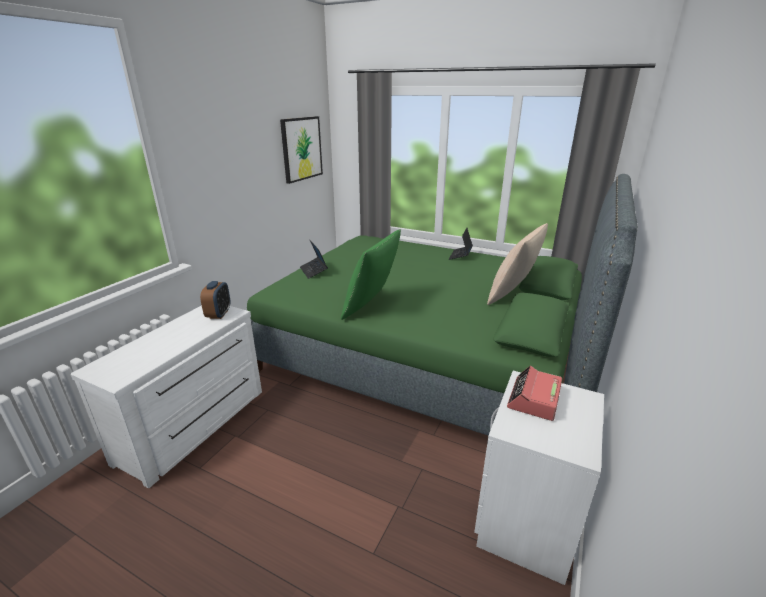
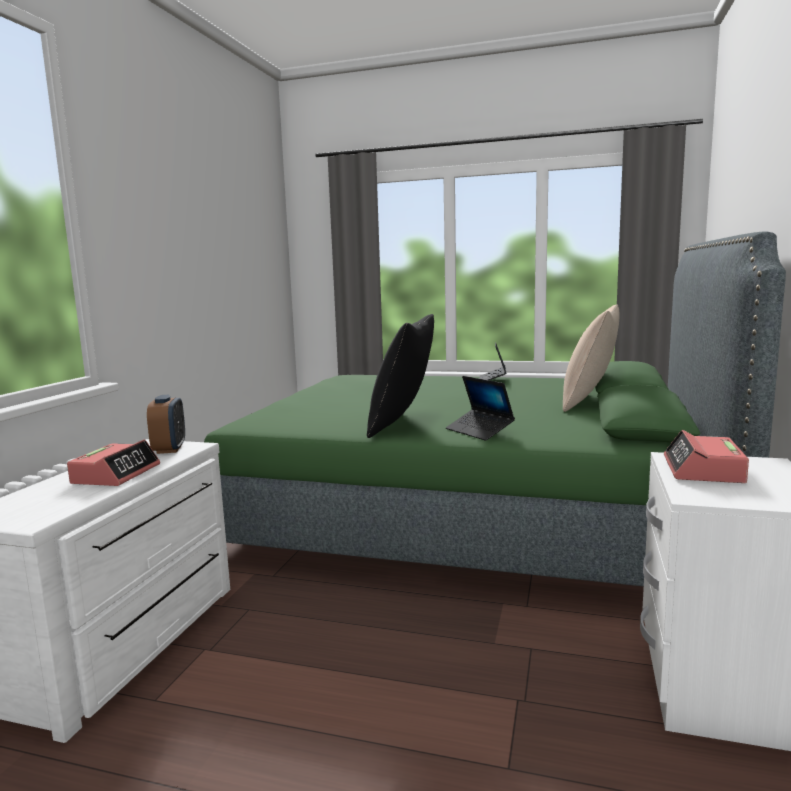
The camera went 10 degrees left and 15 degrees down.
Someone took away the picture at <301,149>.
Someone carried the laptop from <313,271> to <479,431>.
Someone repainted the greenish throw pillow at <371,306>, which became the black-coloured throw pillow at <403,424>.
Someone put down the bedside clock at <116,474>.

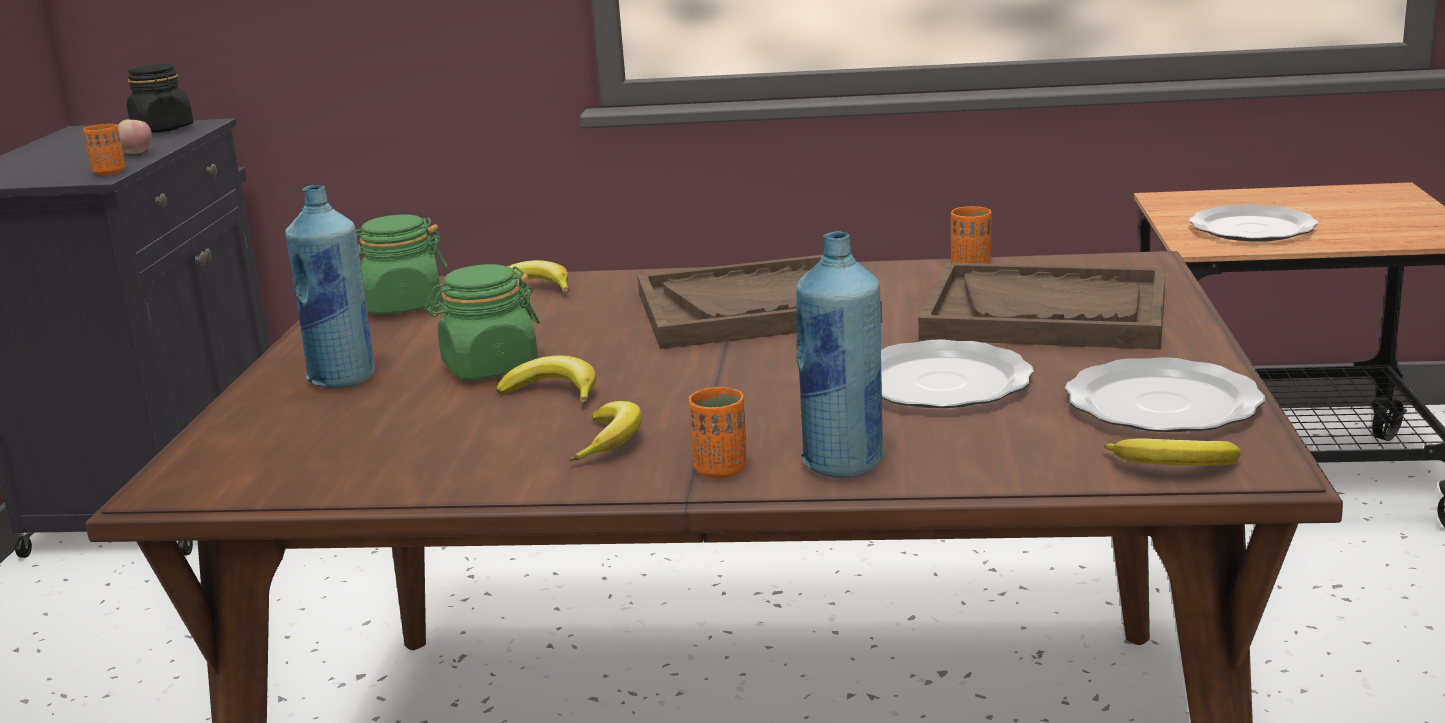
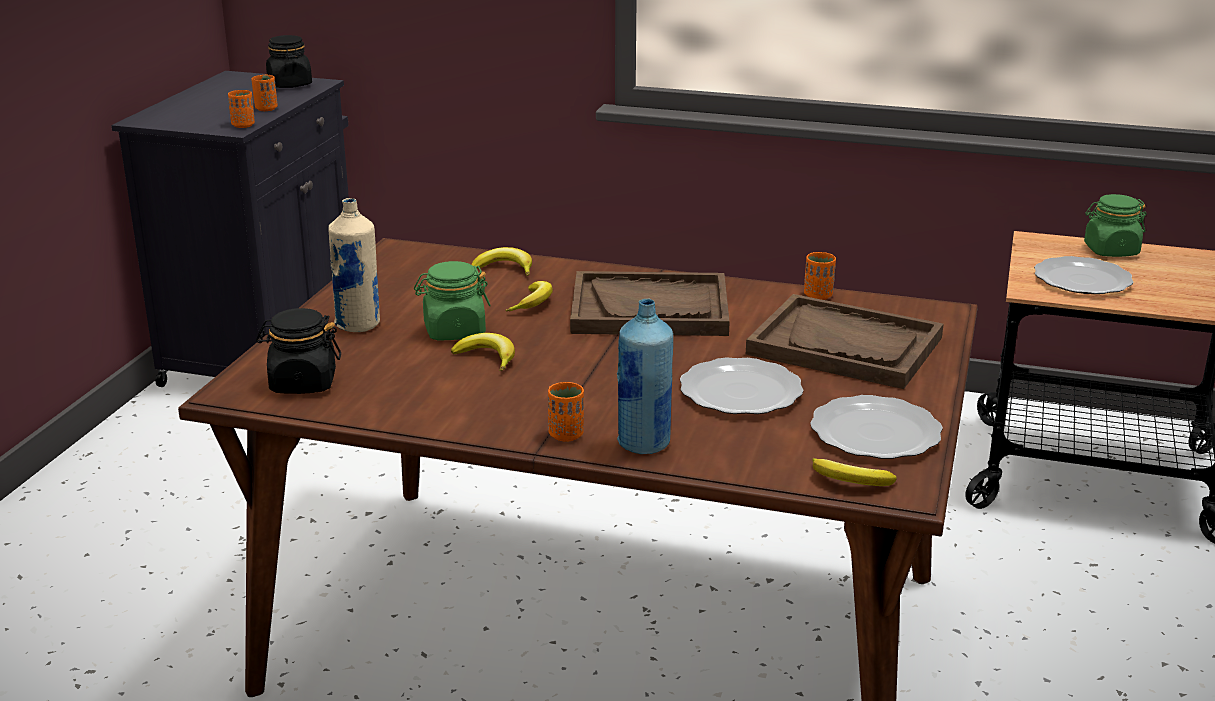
The camera went 10 degrees right and 5 degrees up.
Someone swapped the apple fruit at <137,154> for the orange cup at <266,109>.
Someone repainted the blue bottle at <343,379>, which became the sand-coloured bottle at <358,325>.
Someone carried the greenish storage jar from <403,305> to <1110,251>.
Someone carried the banana fruit from <611,441> to <533,303>.
Someone put down the black-coloured storage jar at <302,383>.

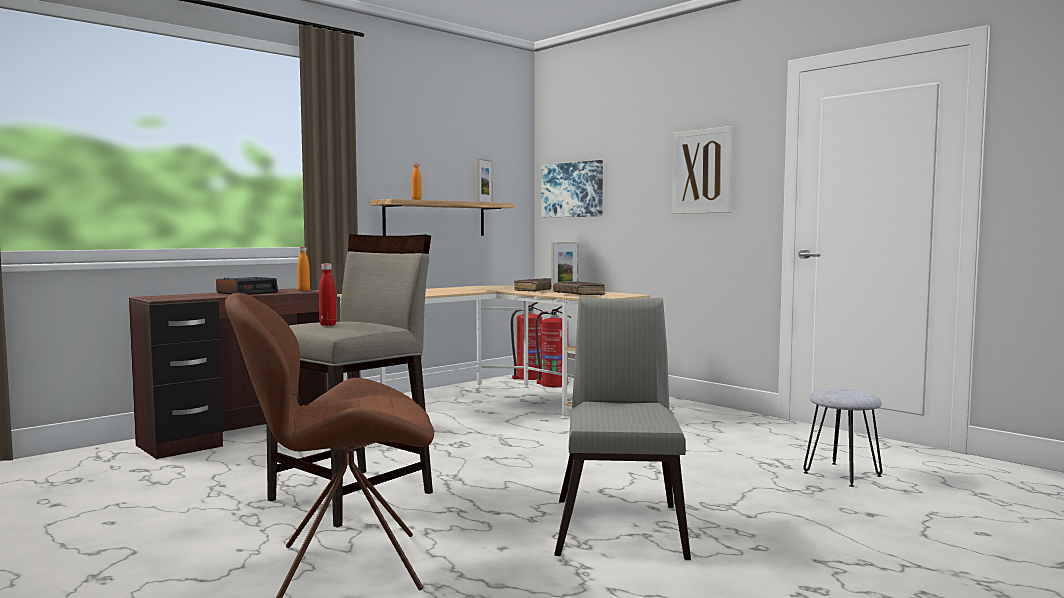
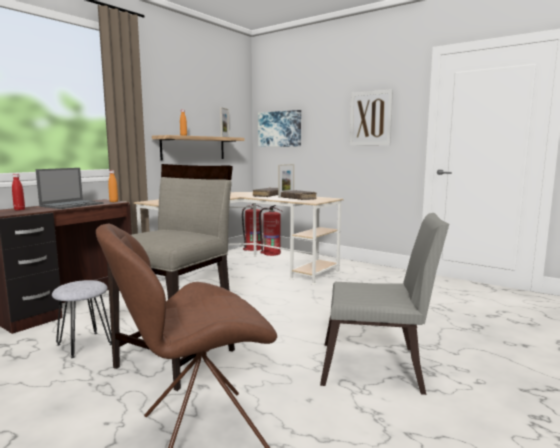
The camera went 10 degrees left and 5 degrees up.
Someone swapped the bedside clock at <247,292> for the laptop at <72,205>.
Someone carried the reddish bottle from <328,325> to <19,210>.
Someone rotated the greyish plain chair at <621,524> by 105 degrees clockwise.
Someone carried the greyish stool from <842,474> to <85,344>.

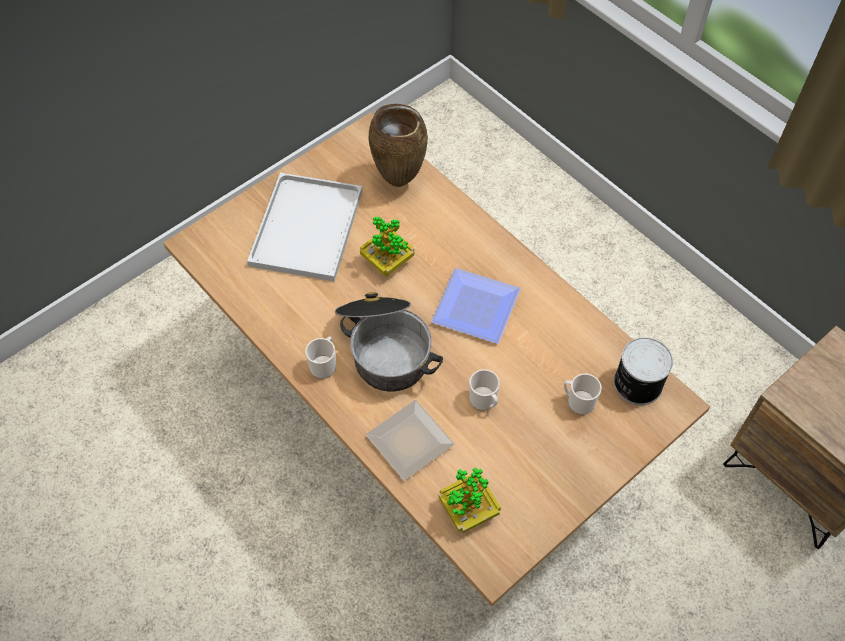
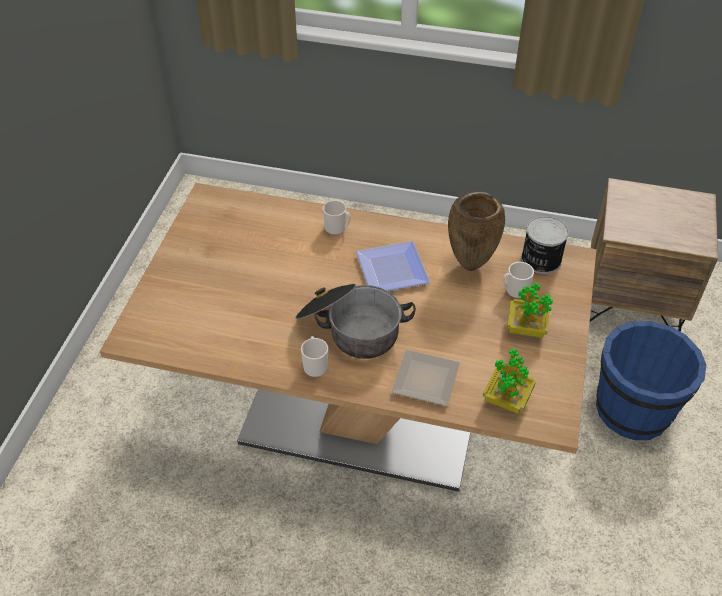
The camera went 35 degrees left and 10 degrees down.
Someone took away the white carrying tray at <306,225>.
Someone carried the houseplant from <387,261> to <526,328>.
Someone carried the brownish decorative vase from <400,181> to <471,265>.
Someone carried the mug from <484,401> to <337,228>.
Someone put down the blue water bucket at <633,409>.

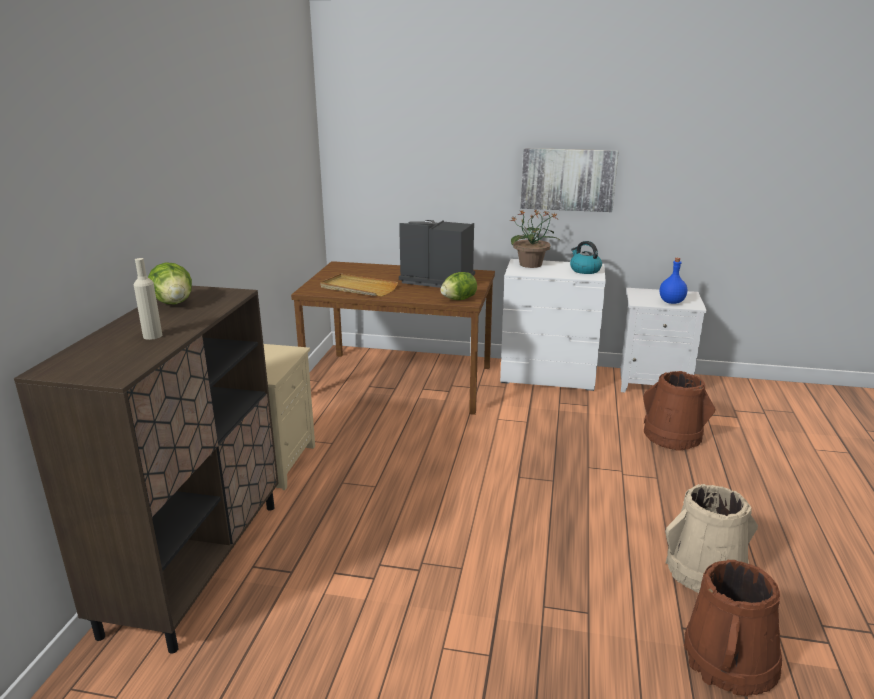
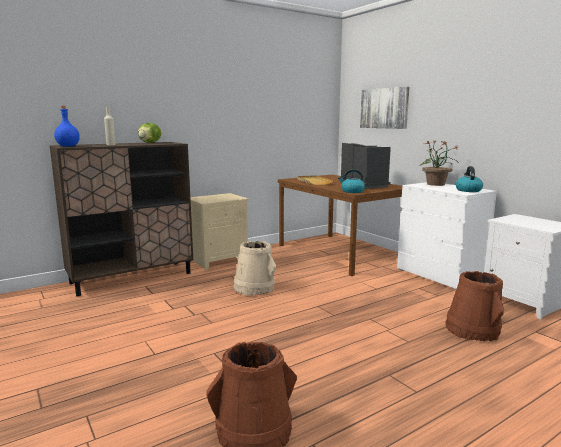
The camera went 45 degrees right and 10 degrees down.
Someone swapped the lettuce head at <458,299> for the kettle at <352,191>.
Someone carried the picture from <568,179> to <384,108>.
Someone carried the blue bottle from <671,302> to <68,146>.
Someone carried the sand-coloured water bucket from <705,571> to <254,288>.

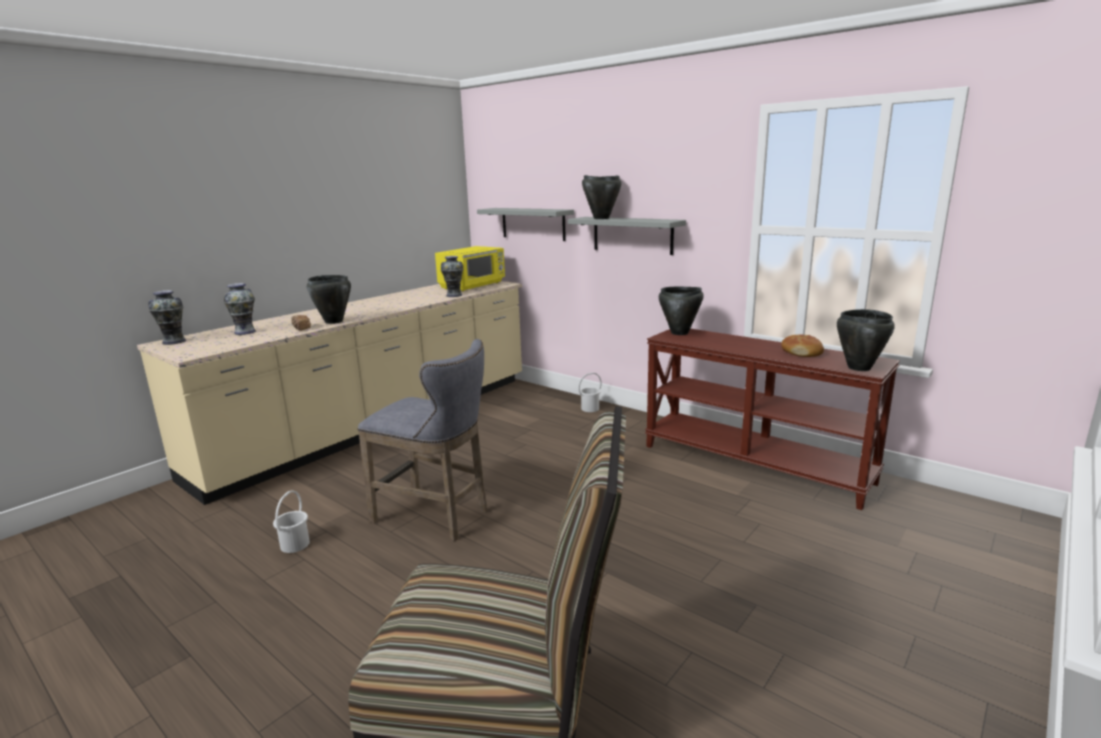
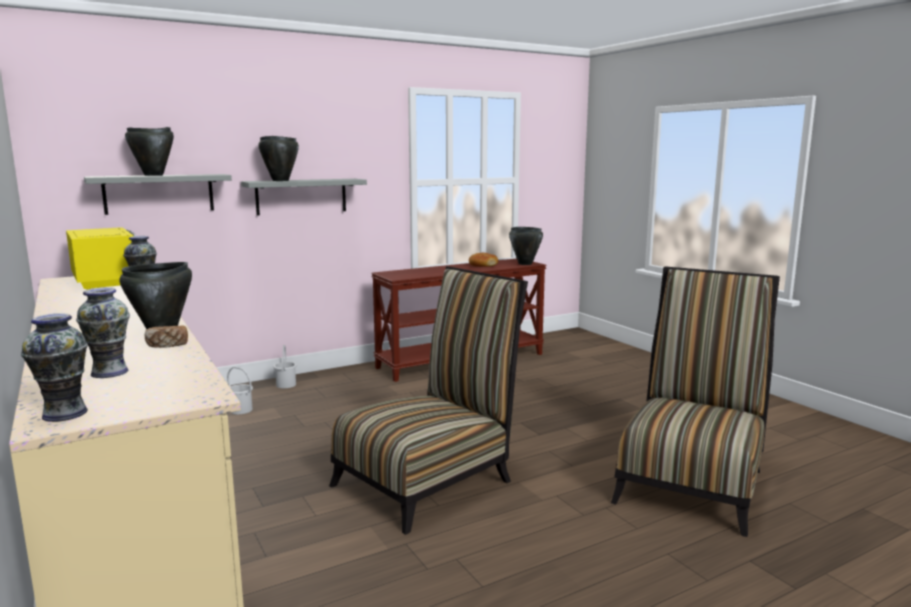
The camera went 70 degrees left and 5 degrees down.
Someone carried the white water bucket from <294,545> to <241,410>.
Someone swapped the greyish stool at <436,516> for the plain chair at <430,479>.
Someone carried the black-coloured saucepot from <680,333> to <154,175>.

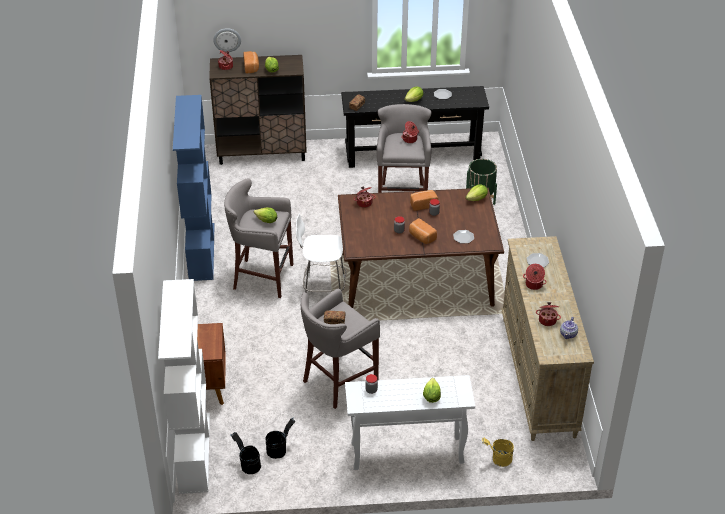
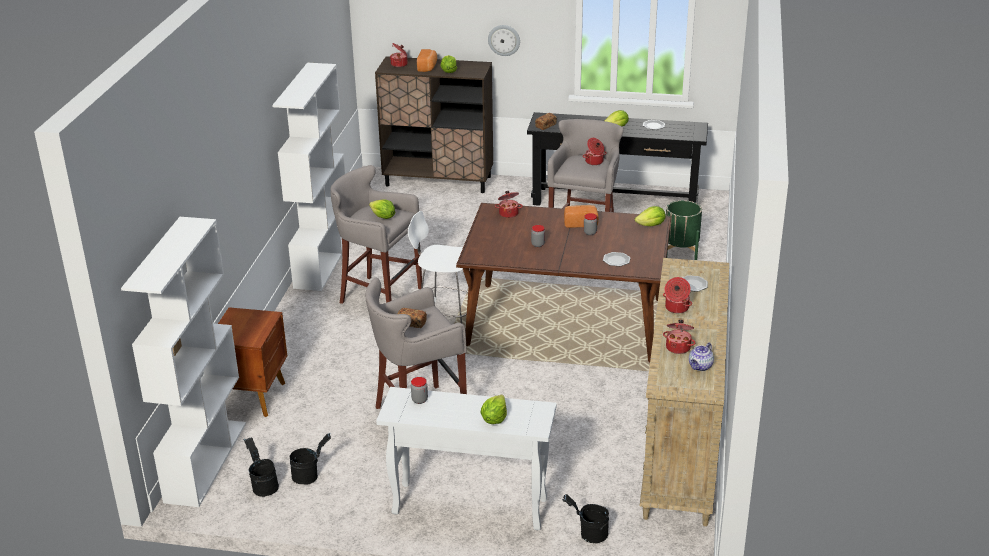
The camera went 15 degrees right and 10 degrees down.
Someone repainted the blue bookcase at <201,251>, which became the white bookcase at <322,262>.
Someone carried the clock on the wall from <227,39> to <504,40>.
Someone took away the bread at <421,237>.
Someone repainted the yellow-coloured water bucket at <498,459>, which became the black-coloured water bucket at <588,534>.

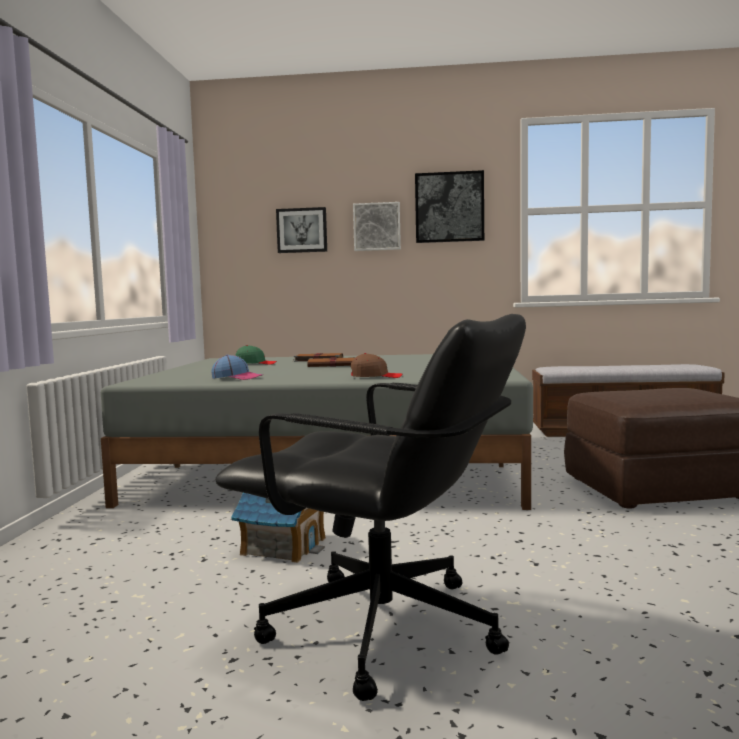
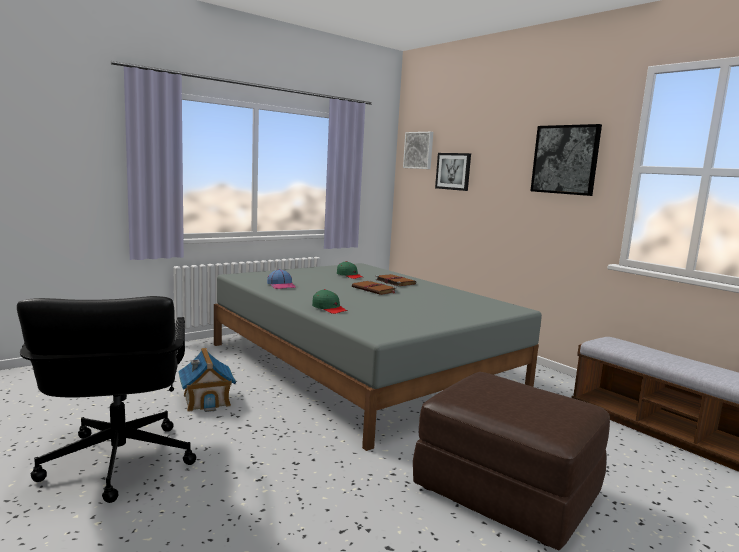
The camera went 45 degrees right and 5 degrees up.
Someone repainted the brownish cap at <375,377>, which became the greenish cap at <329,308>.
Someone carried the picture from <377,227> to <419,150>.

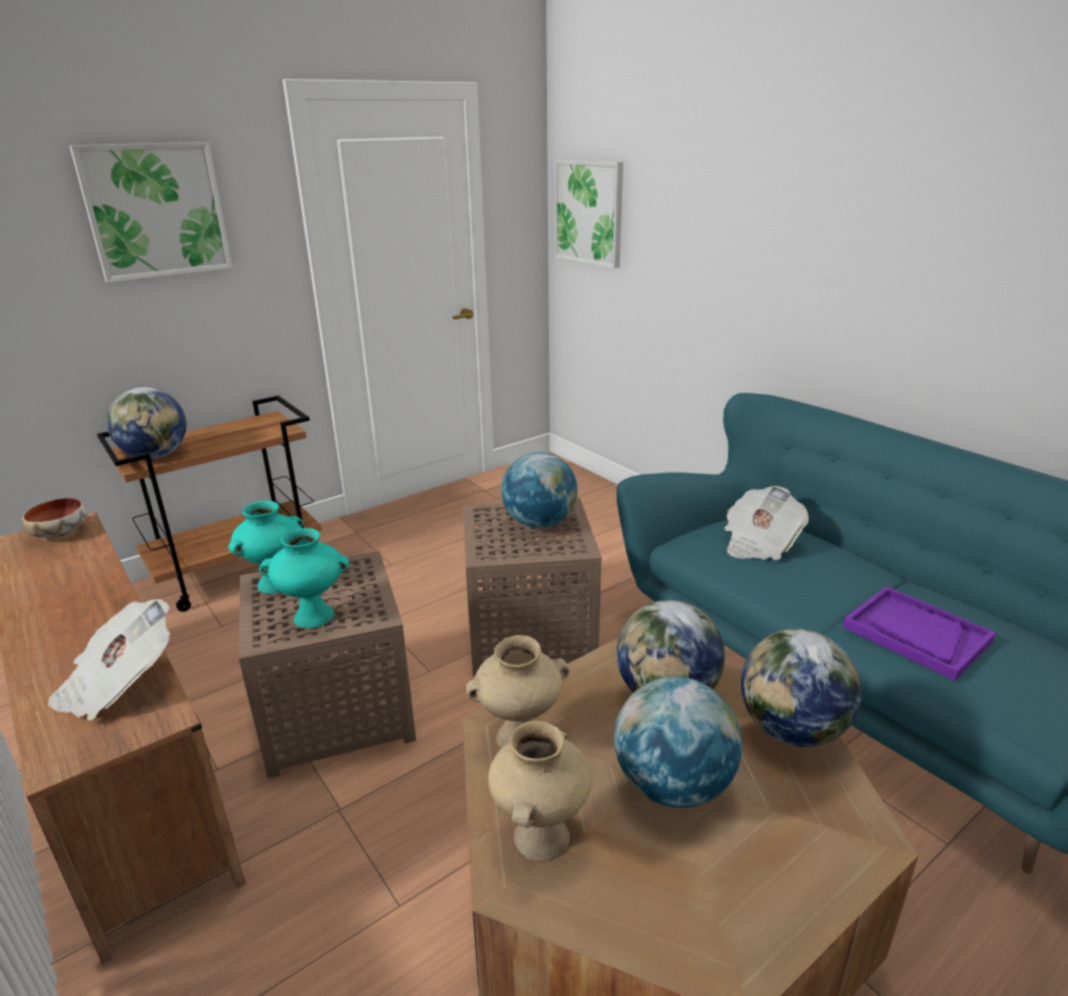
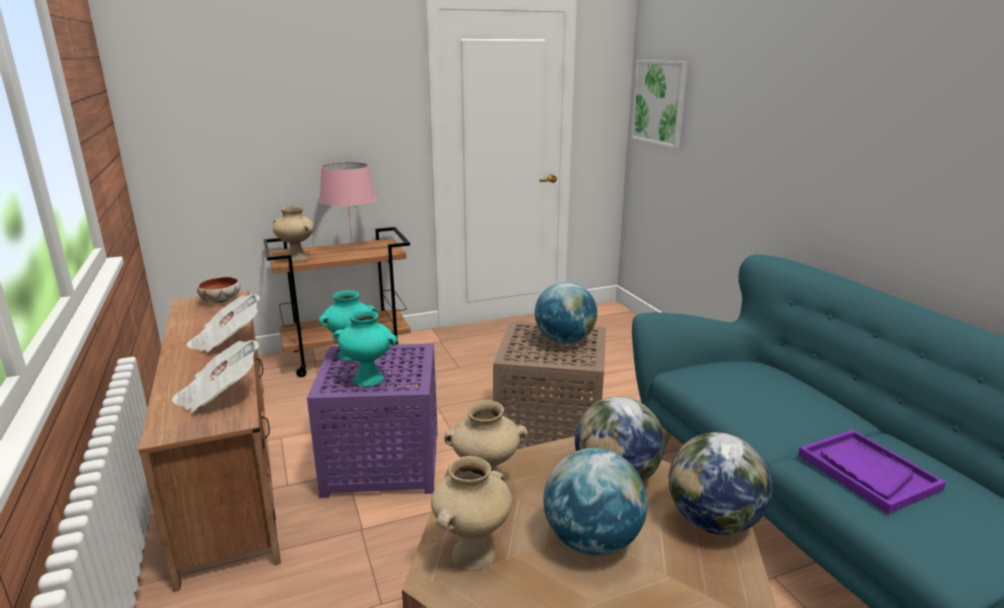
The camera went 15 degrees right and 5 degrees down.
Someone took away the picture at <156,211>.
Someone swapped the globe at <156,456> for the sand-coloured decorative vase at <298,258>.
Someone repainted the brownish accent table at <333,710>, which became the purplish accent table at <381,461>.
Someone carried the daily paper from <759,543> to <226,341>.
Someone put down the pink lamp for a table at <352,248>.

